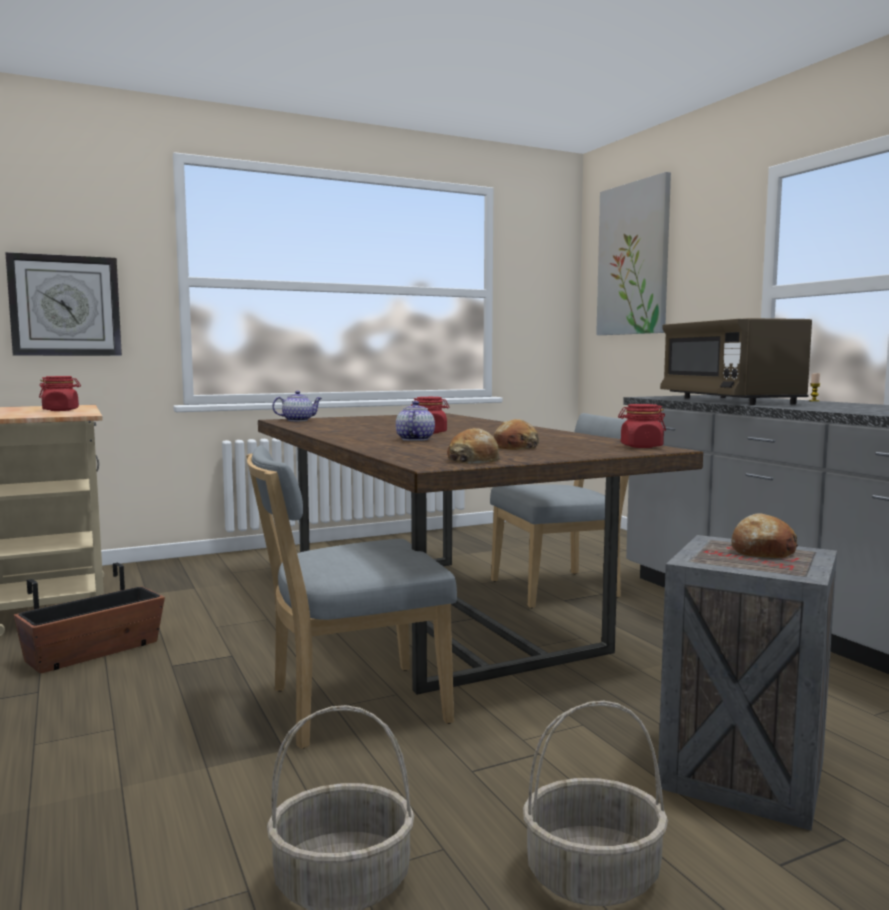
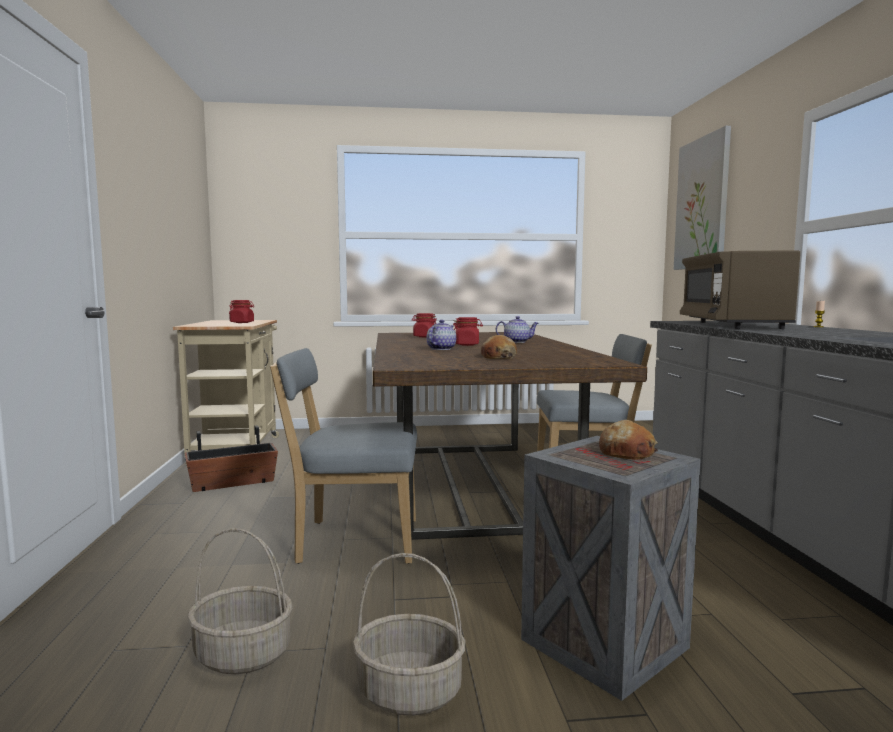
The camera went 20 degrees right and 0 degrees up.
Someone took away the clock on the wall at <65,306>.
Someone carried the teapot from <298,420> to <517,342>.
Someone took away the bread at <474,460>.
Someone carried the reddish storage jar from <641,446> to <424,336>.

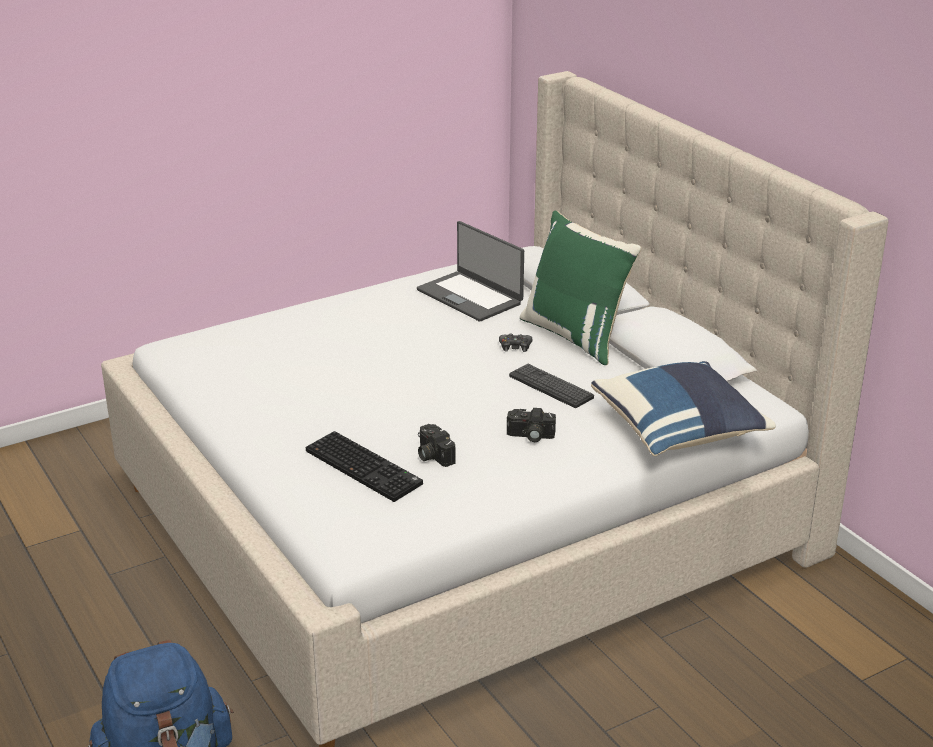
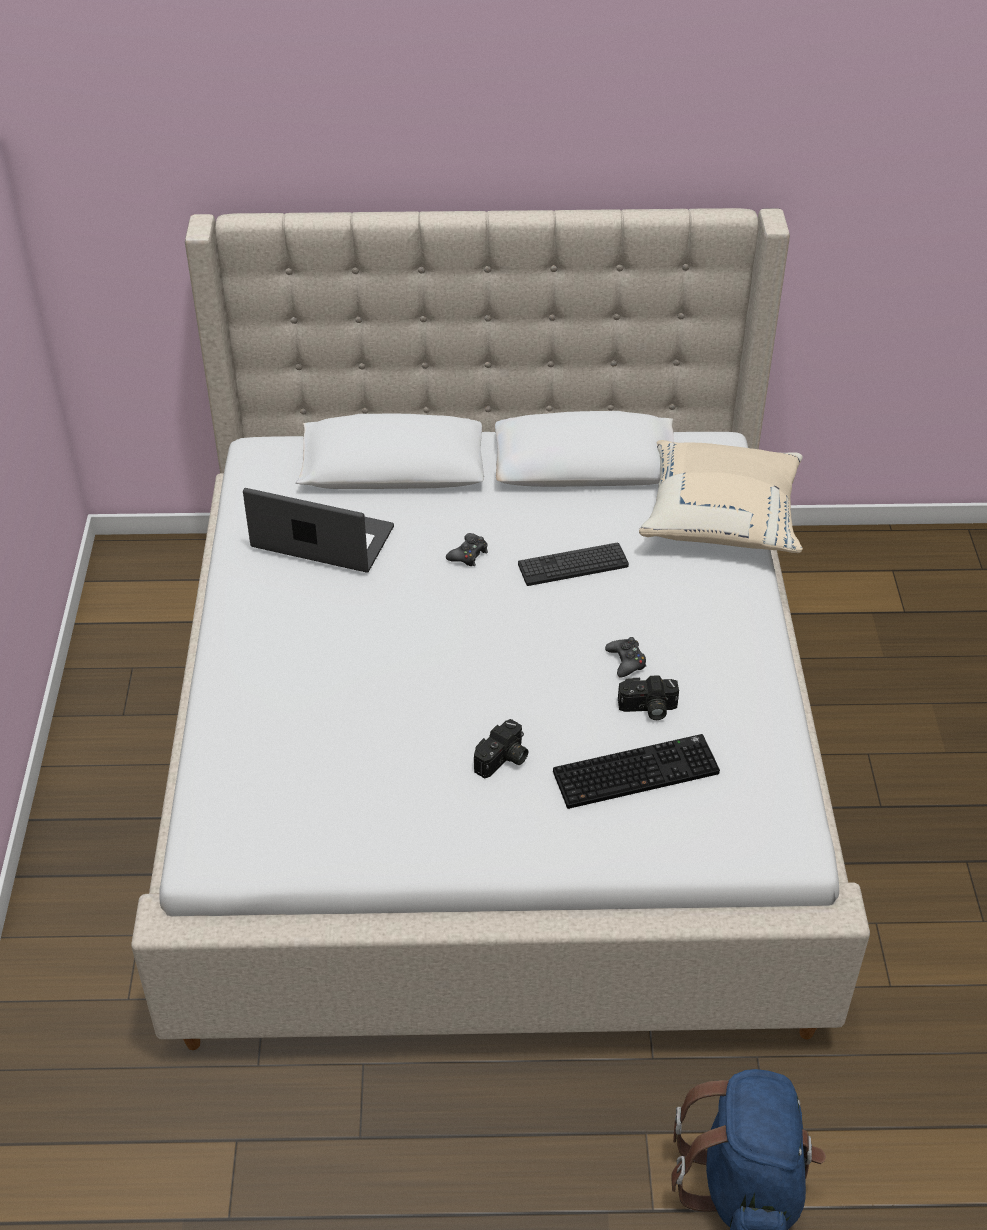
The camera went 60 degrees left and 15 degrees up.
Someone rotated the laptop at <470,296> by 150 degrees counterclockwise.
Someone carried the still camera from <530,436> to <503,760>.
Someone took away the greenish throw pillow at <576,336>.
Someone repainted the blue throw pillow at <679,431>, which became the sand-coloured throw pillow at <722,519>.
Someone put down the black-coloured game controller at <626,661>.

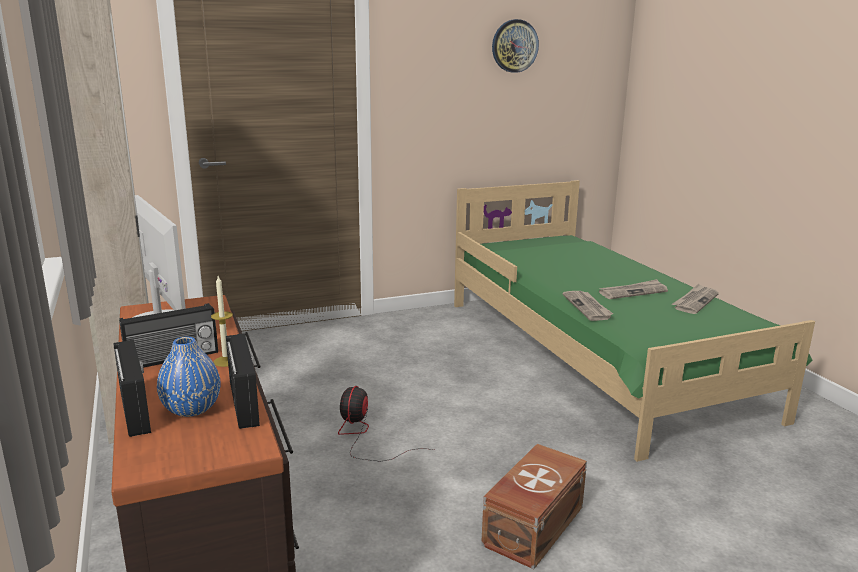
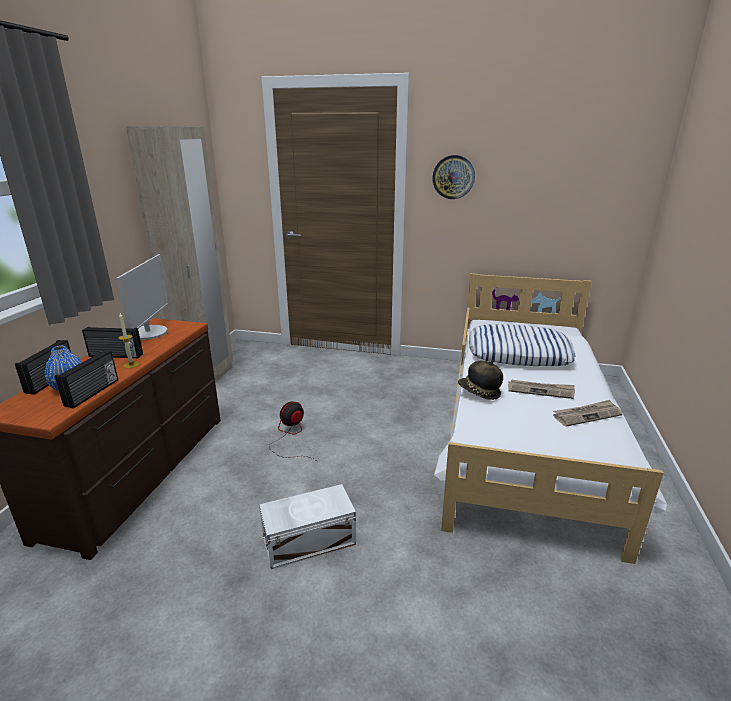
The camera went 35 degrees right and 5 degrees up.
Someone repainted the greenish bedroom bed at <597,355>, which became the white bedroom bed at <524,435>.
Someone repainted the brownish storage box at <531,525>, which became the white storage box at <307,540>.
Someone carried the clock on the wall from <514,46> to <453,177>.
Someone swapped the daily paper at <588,307> for the wearable hat at <479,393>.
Someone put down the throw pillow at <518,353>.

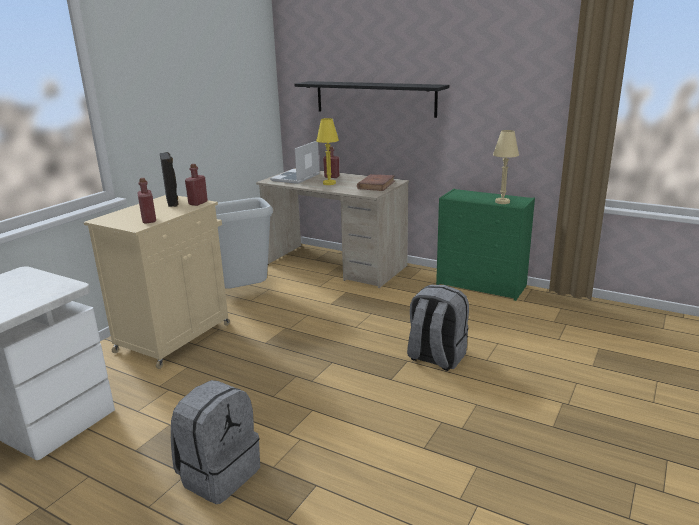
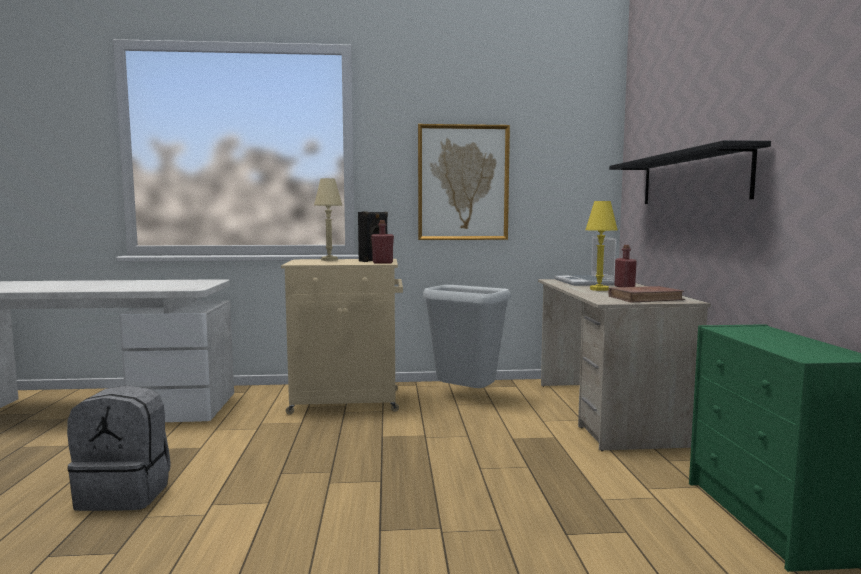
The camera went 55 degrees right and 15 degrees down.
Someone took away the reddish bottle at <149,220>.
Someone rotated the laptop at <296,178> by 90 degrees counterclockwise.
Someone took away the greyish backpack at <435,357>.
Someone carried the sand-coloured lamp for a table from <502,202> to <329,260>.
Someone put up the picture at <463,183>.

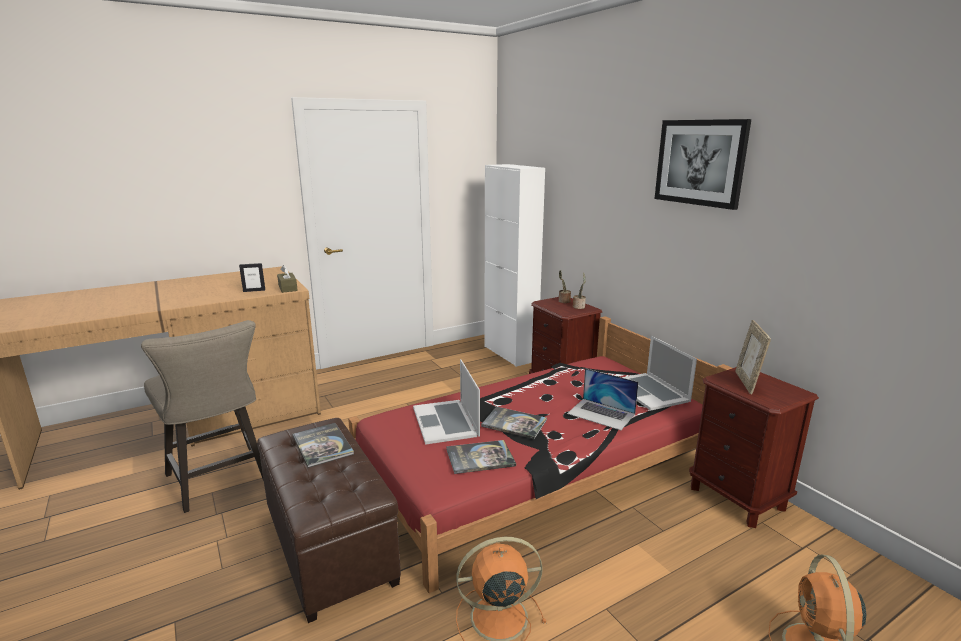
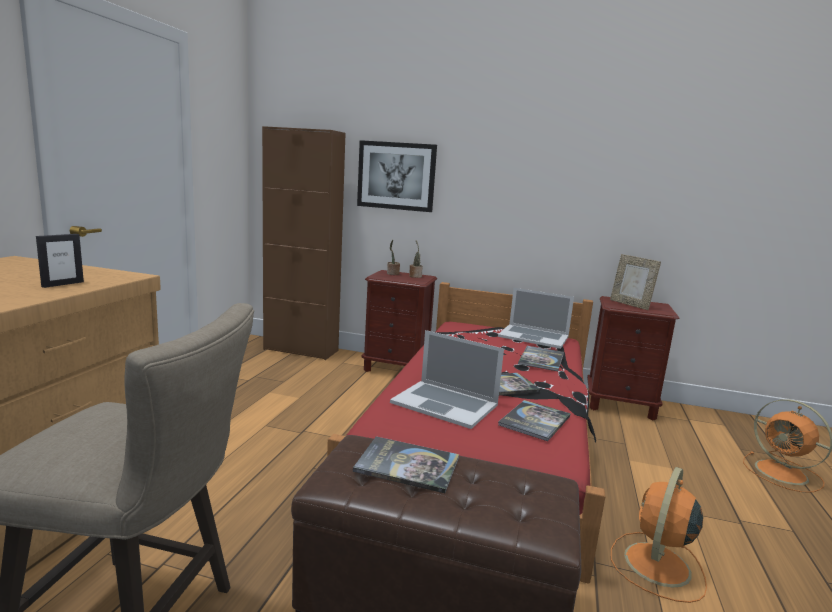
The camera went 45 degrees left and 5 degrees down.
Someone took away the brownish tissue holder at <287,288>.
Someone repainted the white cabinet at <510,353>, which became the brownish cabinet at <301,350>.
Someone swapped the laptop at <601,414> for the volume at <541,359>.
Someone carried the picture from <700,162> to <396,176>.

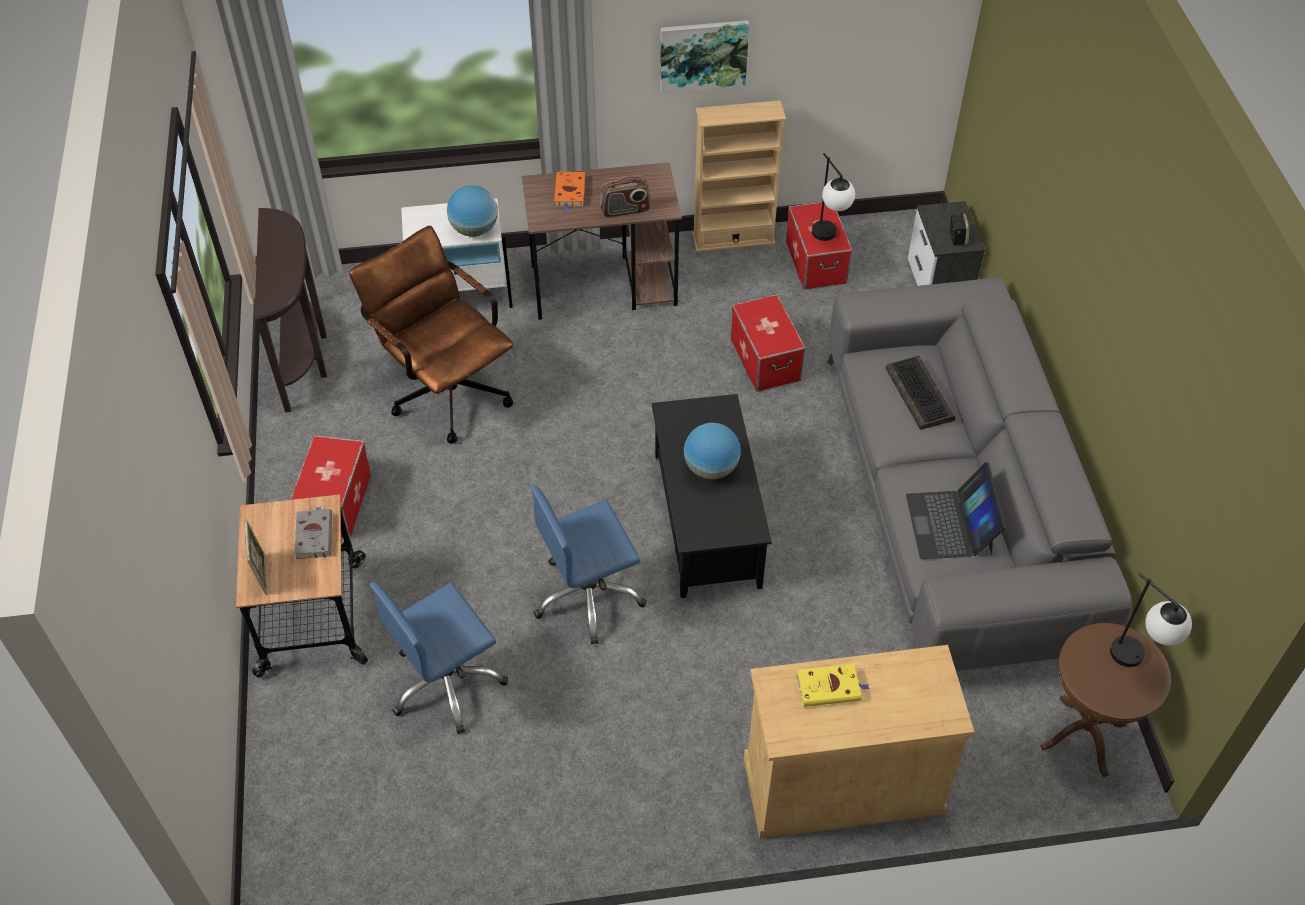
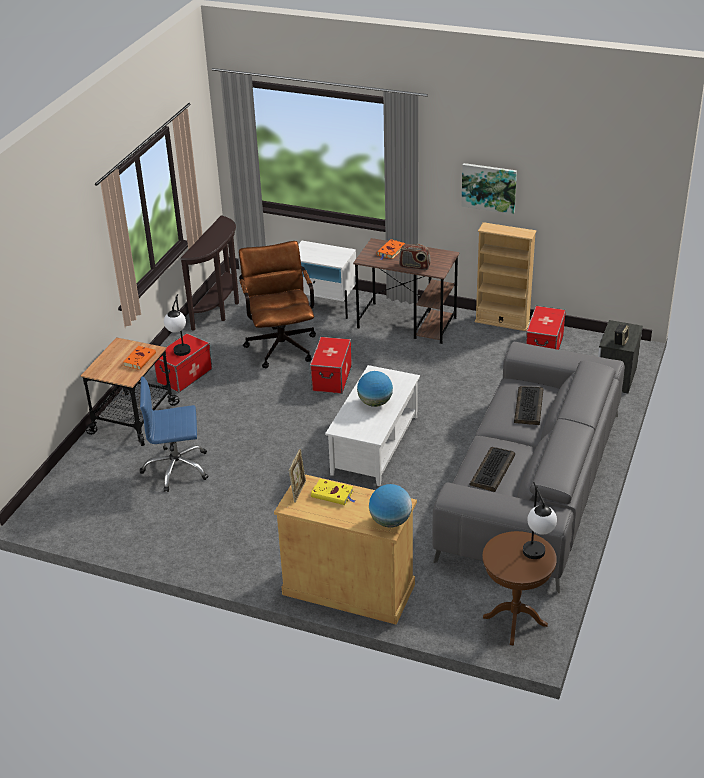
The camera went 30 degrees right and 15 degrees down.
Someone carried the picture frame from <262,574> to <298,491>.
Someone repainted the greyish volume at <314,535>, which became the orange volume at <140,359>.
Someone carried the globe from <474,229> to <390,521>.
Someone took away the blue office chair at <588,596>.
Someone repainted the black-coloured low table at <708,520>, which became the white low table at <375,445>.
Someone carried the storage box from <765,360> to <332,378>.
Someone carried the lamp for a table from <829,238> to <181,355>.
Someone swapped the laptop at <950,524> for the PC keyboard at <492,470>.

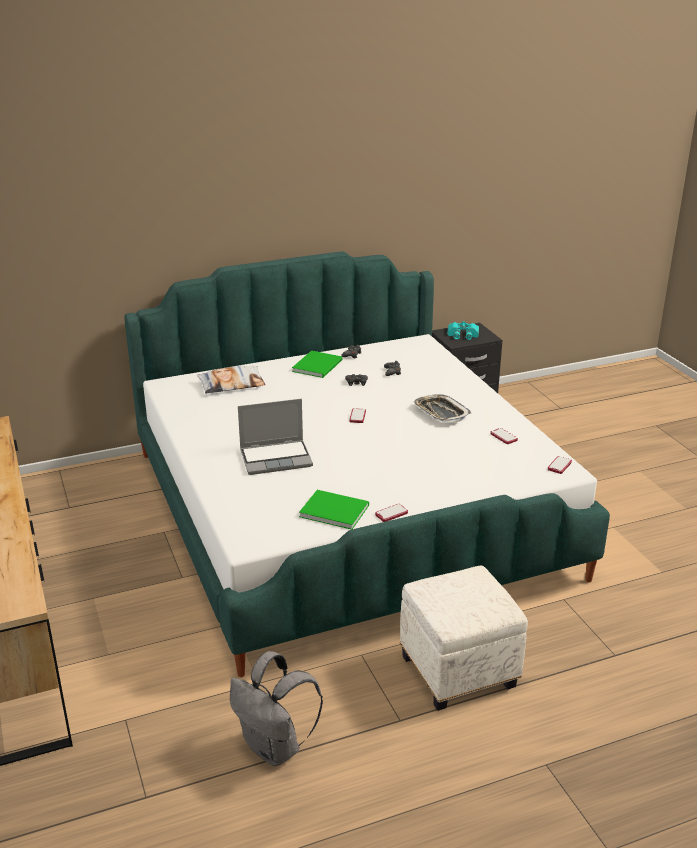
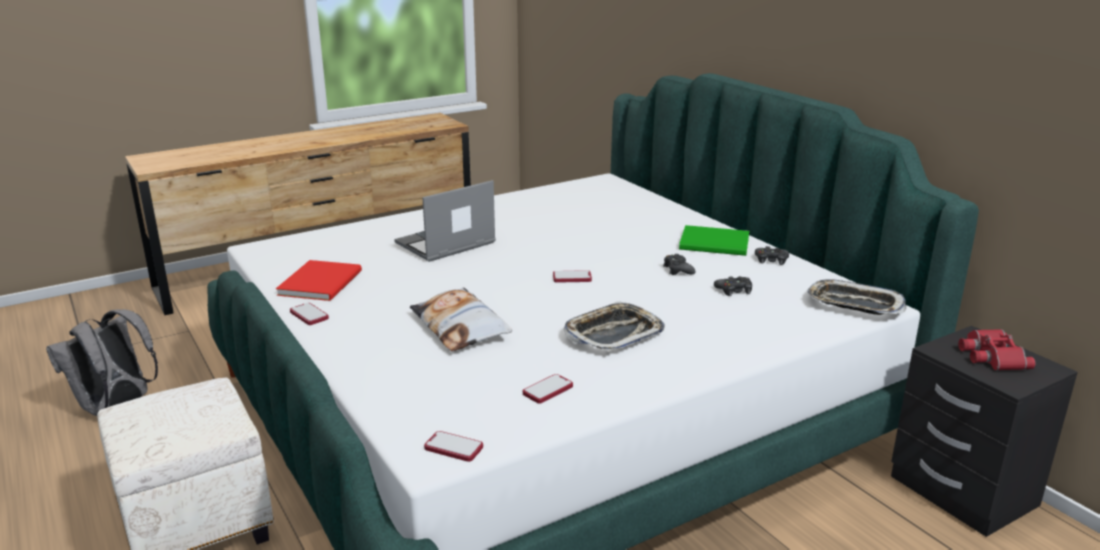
The camera went 80 degrees right and 5 degrees down.
Someone carried the throw pillow from <231,384> to <460,327>.
Someone rotated the laptop at <276,458> by 75 degrees clockwise.
Someone repainted the greenish volume at <333,510>, which became the reddish volume at <323,282>.
Someone repainted the blue-green pair of binoculars at <462,334>, which became the reddish pair of binoculars at <990,356>.
Someone put down the carrying tray at <854,304>.

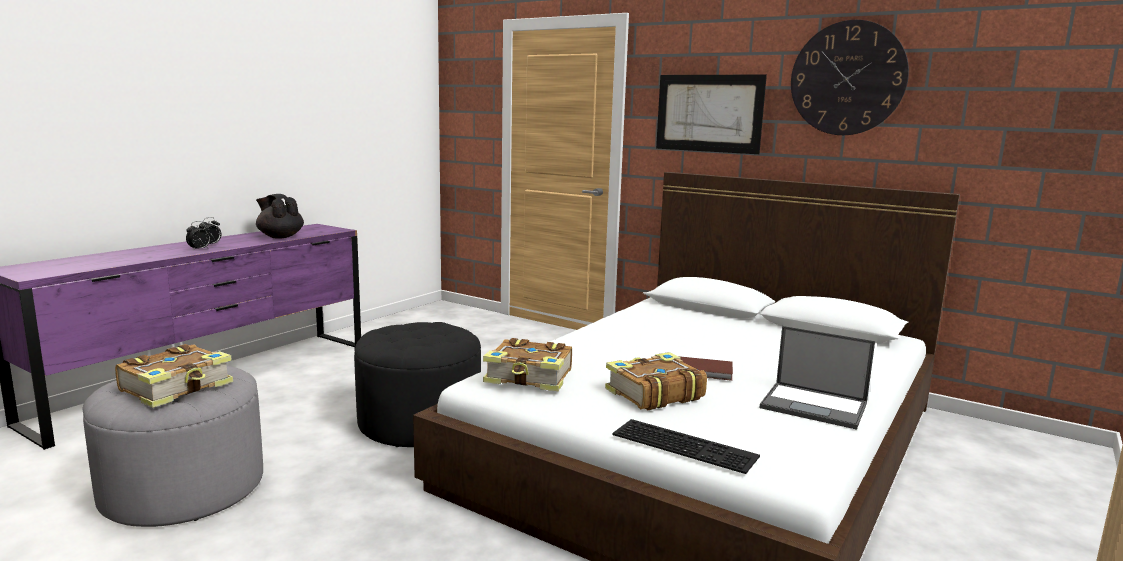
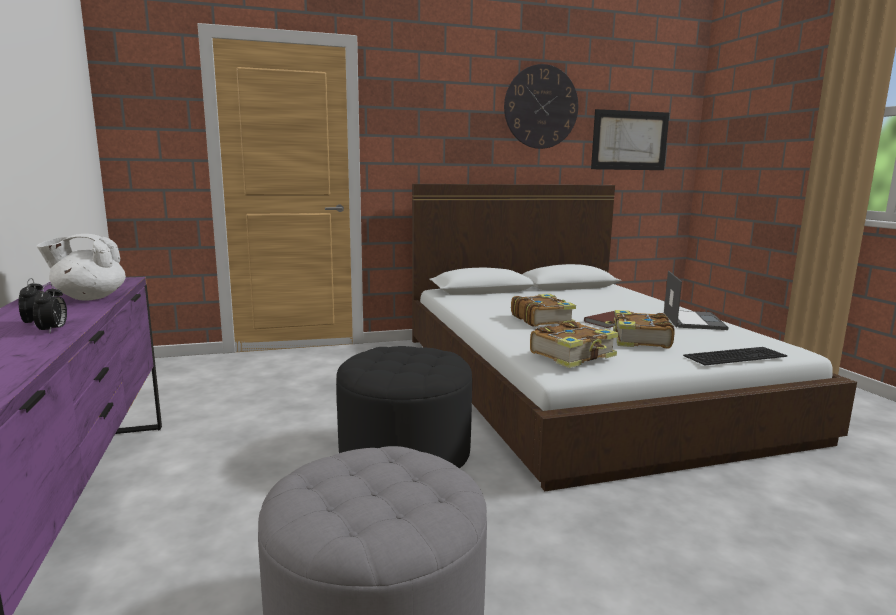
The camera went 50 degrees left and 0 degrees up.
Someone carried the volume from <178,388> to <542,319>.
Someone repainted the black-coloured teapot at <280,237>, which became the white teapot at <89,298>.
Someone carried the picture from <708,113> to <630,140>.
Someone rotated the laptop at <815,406> by 60 degrees counterclockwise.

